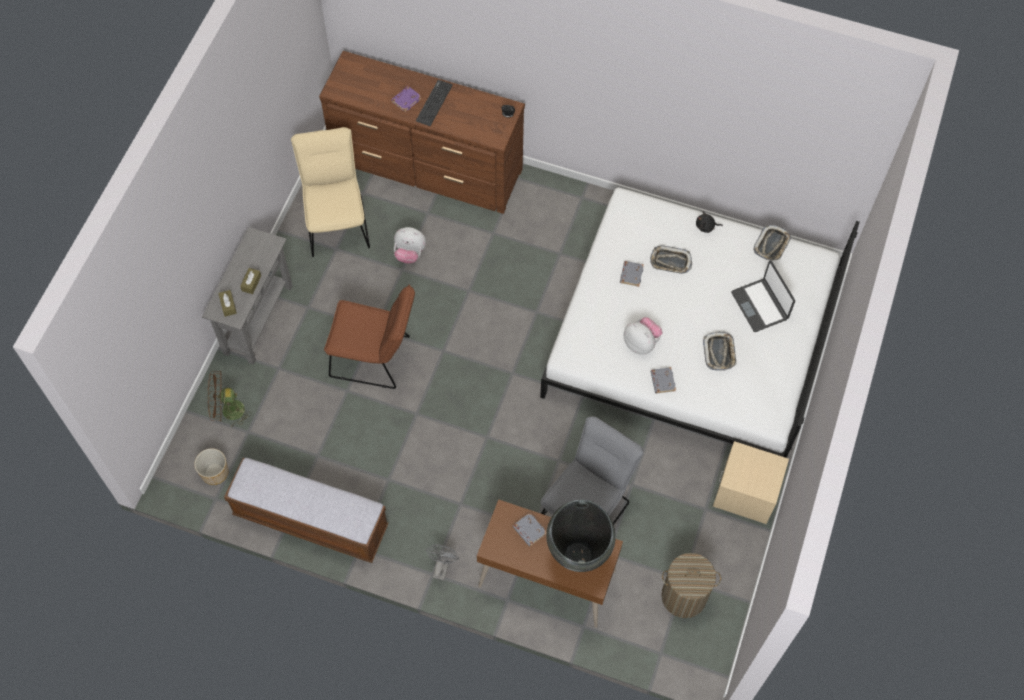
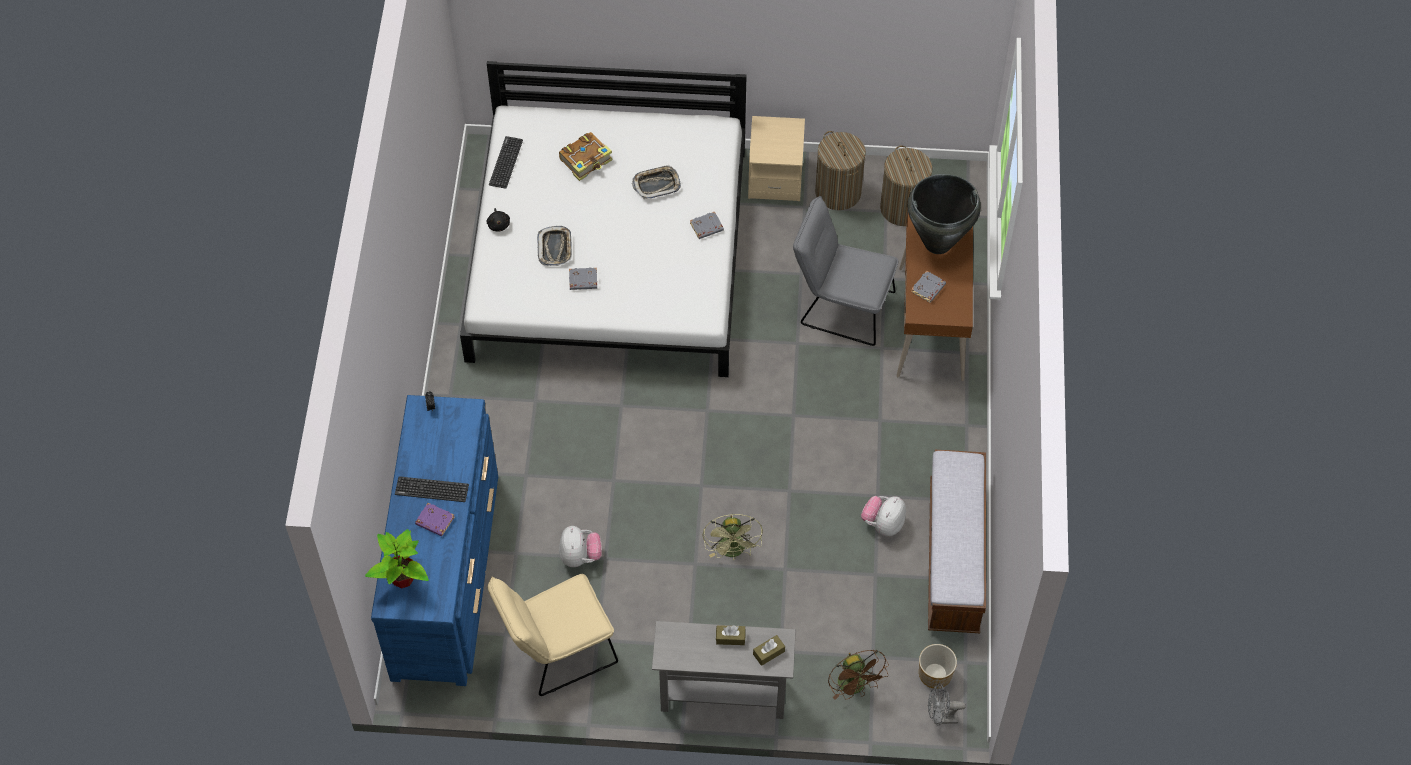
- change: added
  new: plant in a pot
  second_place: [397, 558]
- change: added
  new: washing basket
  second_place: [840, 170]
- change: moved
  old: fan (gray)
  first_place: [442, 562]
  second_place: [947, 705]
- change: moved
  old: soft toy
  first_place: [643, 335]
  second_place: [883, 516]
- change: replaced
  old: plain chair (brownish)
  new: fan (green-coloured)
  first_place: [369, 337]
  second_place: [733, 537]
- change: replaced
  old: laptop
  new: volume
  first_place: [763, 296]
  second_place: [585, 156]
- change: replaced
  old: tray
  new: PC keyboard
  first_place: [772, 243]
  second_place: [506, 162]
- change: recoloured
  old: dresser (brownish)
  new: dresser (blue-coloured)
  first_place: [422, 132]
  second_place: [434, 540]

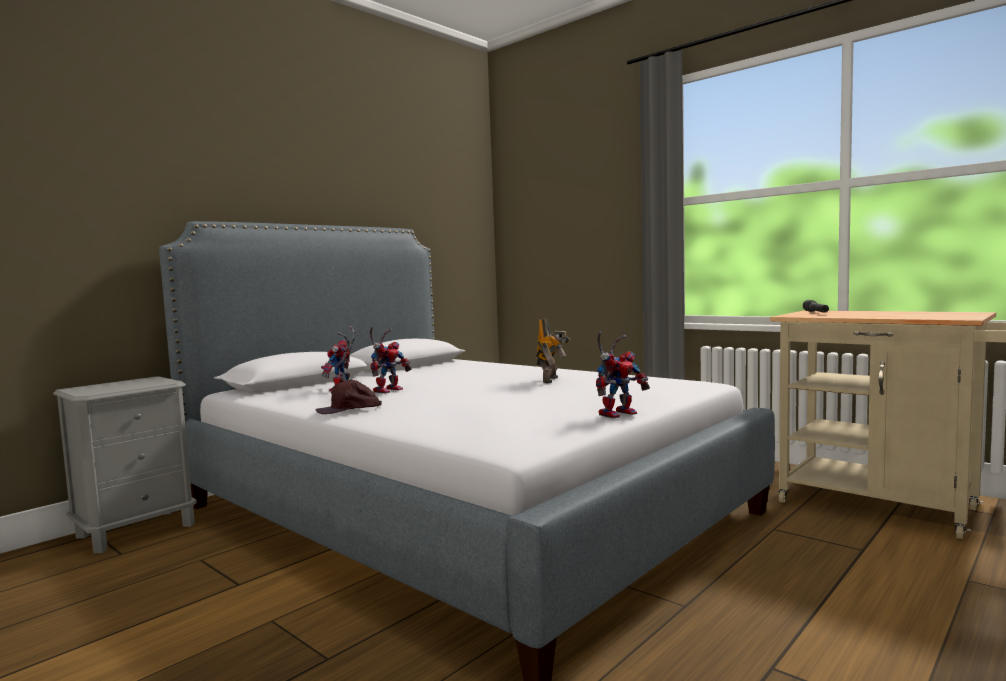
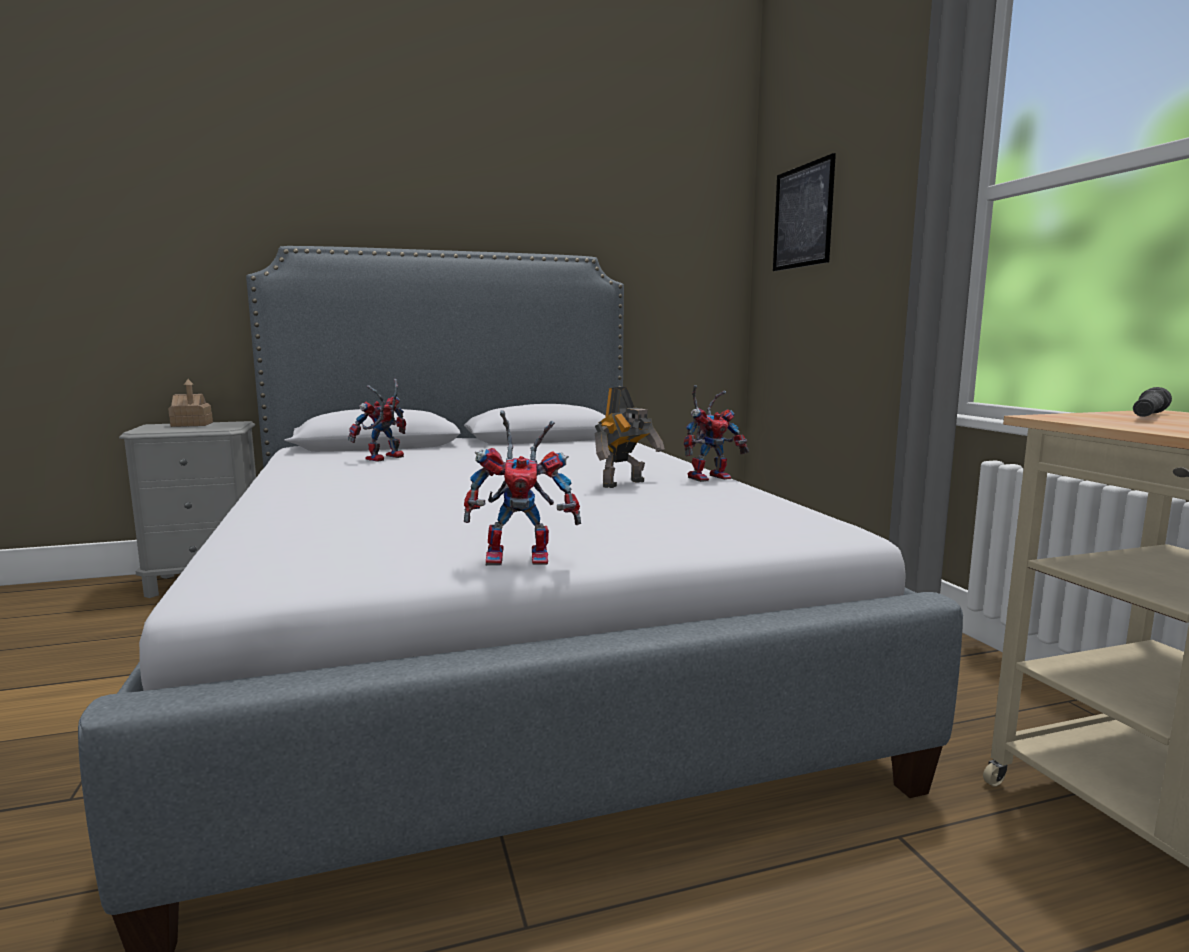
- change: removed
  old: baseball cap (brownish)
  first_place: [348, 396]
- change: added
  new: toy house
  second_place: [190, 403]
- change: added
  new: wall art
  second_place: [804, 212]
- change: moved
  old: model robot
  first_place: [390, 360]
  second_place: [716, 433]

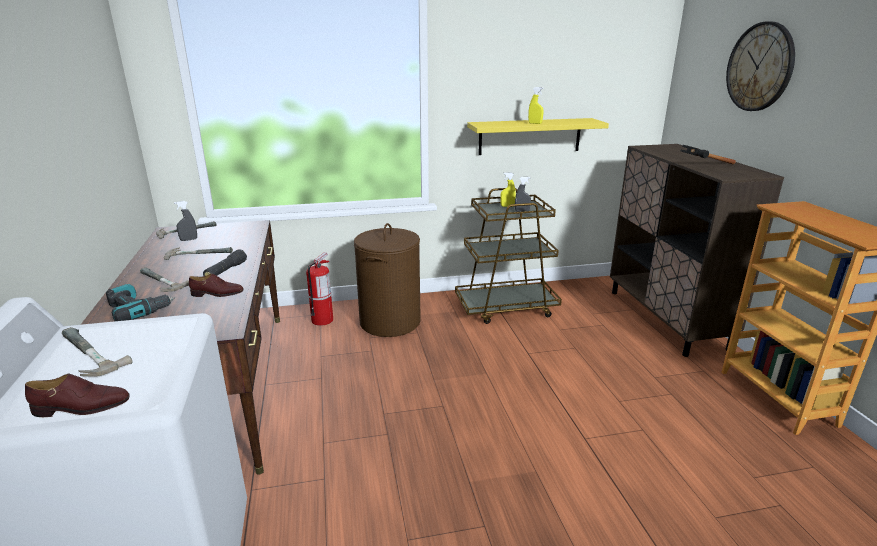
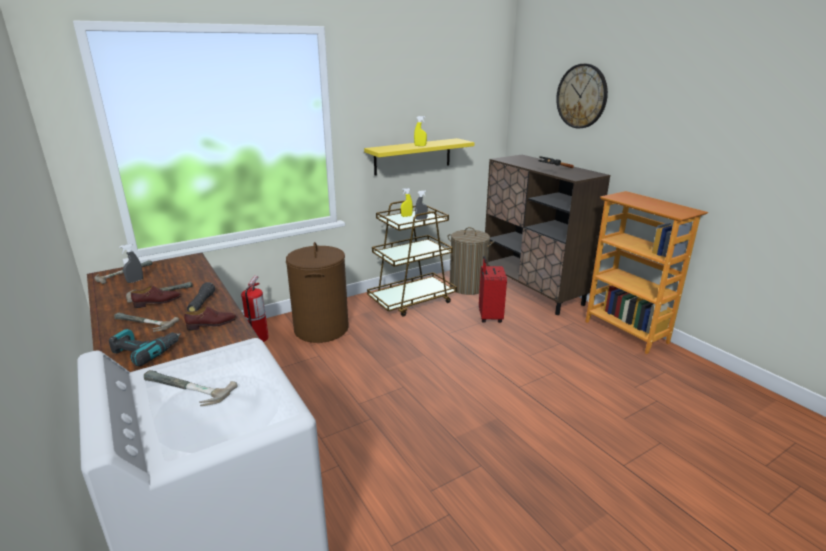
- change: added
  new: washing basket
  second_place: [471, 261]
- change: added
  new: suitcase (reddish)
  second_place: [493, 289]
- change: moved
  old: item of footwear (brownish)
  first_place: [77, 395]
  second_place: [156, 297]

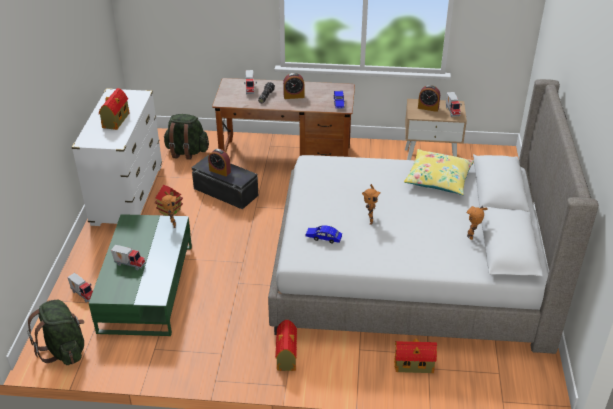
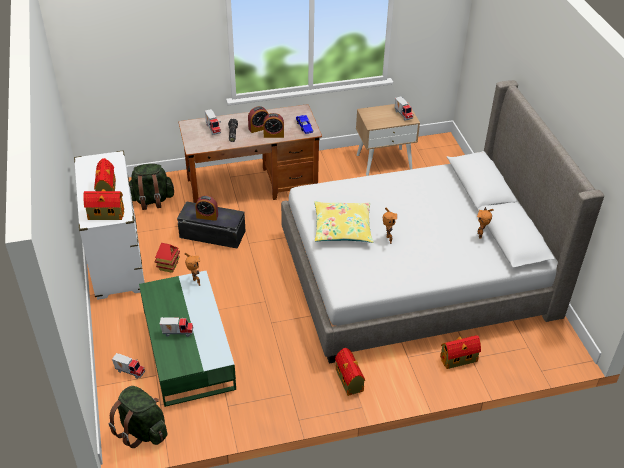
- change: removed
  old: model car (blue-coloured)
  first_place: [323, 234]
- change: added
  new: toy house
  second_place: [103, 204]
- change: moved
  old: pillow (yellowish)
  first_place: [439, 172]
  second_place: [344, 222]
- change: moved
  old: table clock
  first_place: [429, 98]
  second_place: [273, 125]

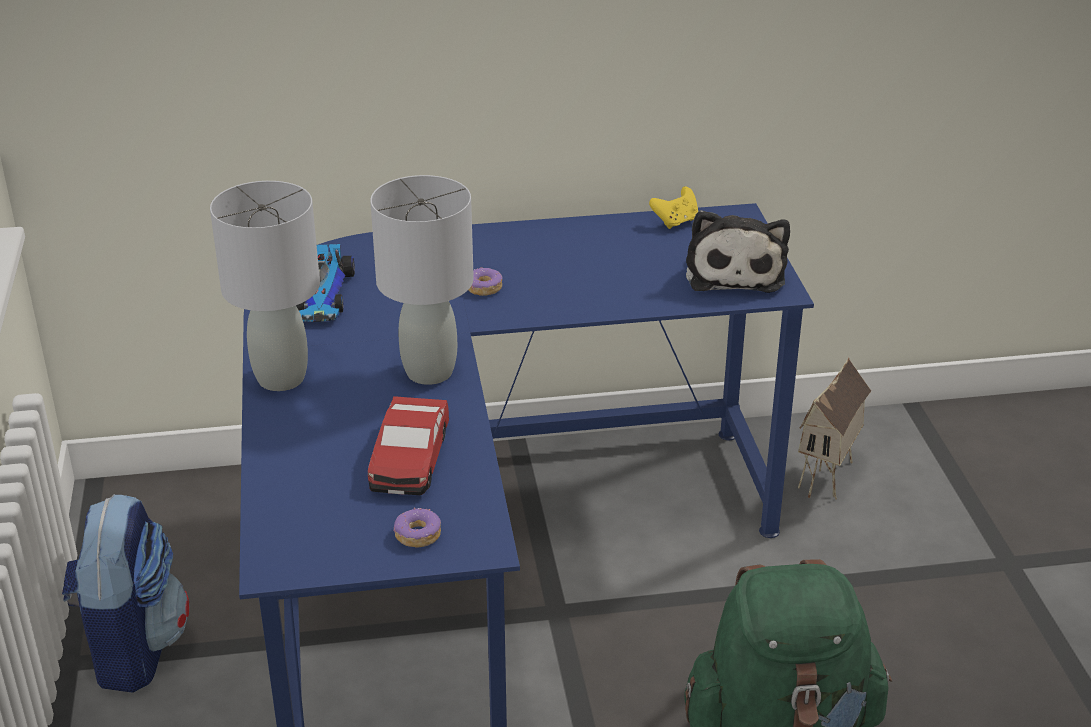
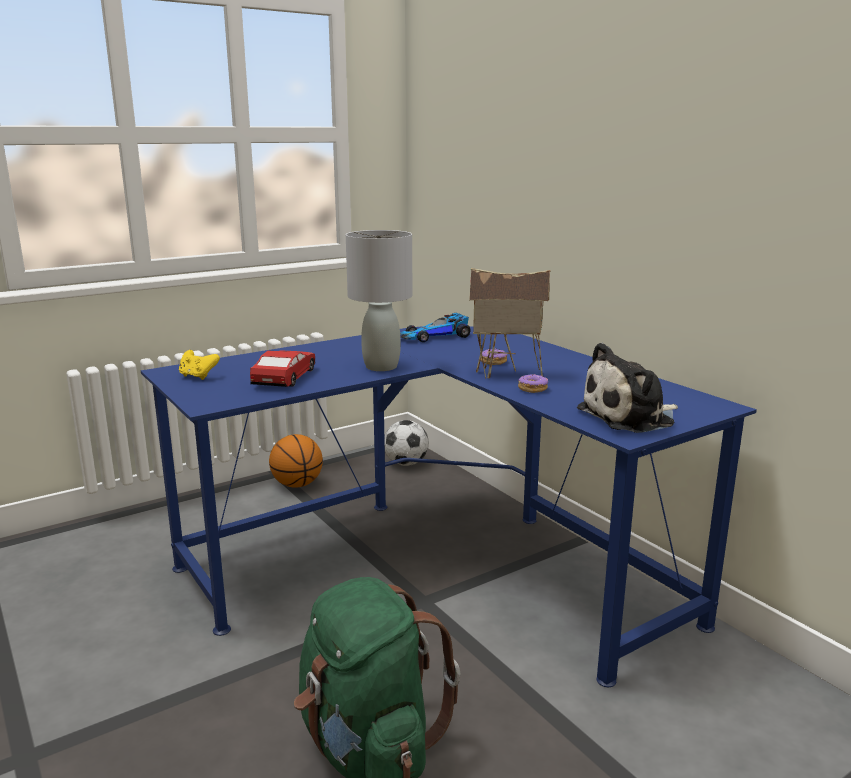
- change: removed
  old: table lamp (gray)
  first_place: [265, 286]
- change: added
  new: football
  second_place: [406, 443]
- change: moved
  old: donut
  first_place: [417, 527]
  second_place: [533, 383]
- change: moved
  old: game controller (yellowish)
  first_place: [673, 208]
  second_place: [199, 365]
- change: moved
  old: toy house
  first_place: [834, 428]
  second_place: [509, 323]
- change: replaced
  old: knapsack
  new: basketball
  first_place: [125, 593]
  second_place: [296, 461]
- change: turned
  old: model car
  first_place: [408, 445]
  second_place: [282, 368]
  degrees: 120

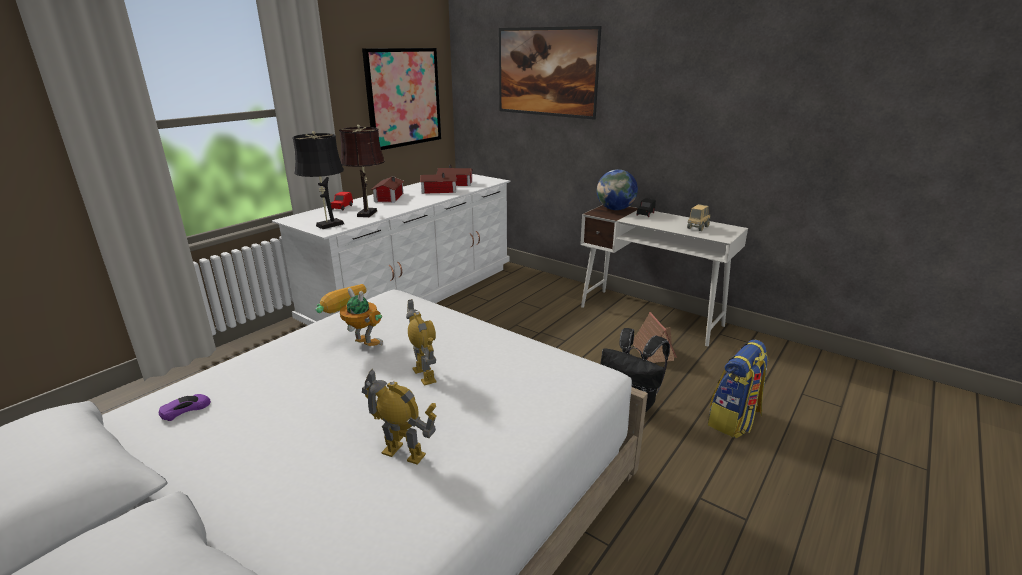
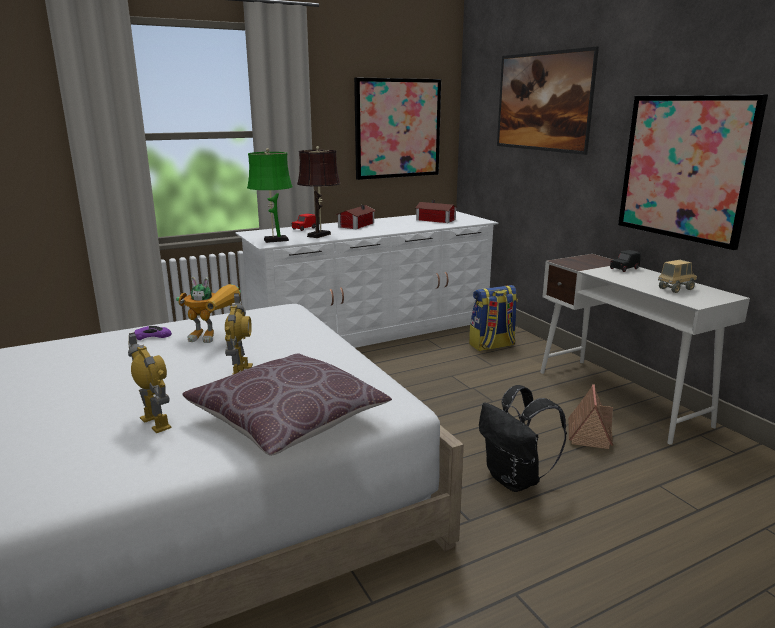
- change: removed
  old: toy house
  first_place: [438, 183]
- change: removed
  old: desk globe
  first_place: [617, 189]
- change: added
  new: pillow (brownish)
  second_place: [287, 405]
- change: added
  new: wall art
  second_place: [693, 172]
- change: moved
  old: model car (purple-coloured)
  first_place: [185, 407]
  second_place: [153, 333]
- change: moved
  old: knapsack
  first_place: [738, 388]
  second_place: [493, 318]
- change: recoloured
  old: table lamp (blackish)
  new: table lamp (green-coloured)
  first_place: [318, 180]
  second_place: [270, 195]
- change: turned
  old: model robot
  first_place: [349, 315]
  second_place: [208, 310]
  degrees: 135

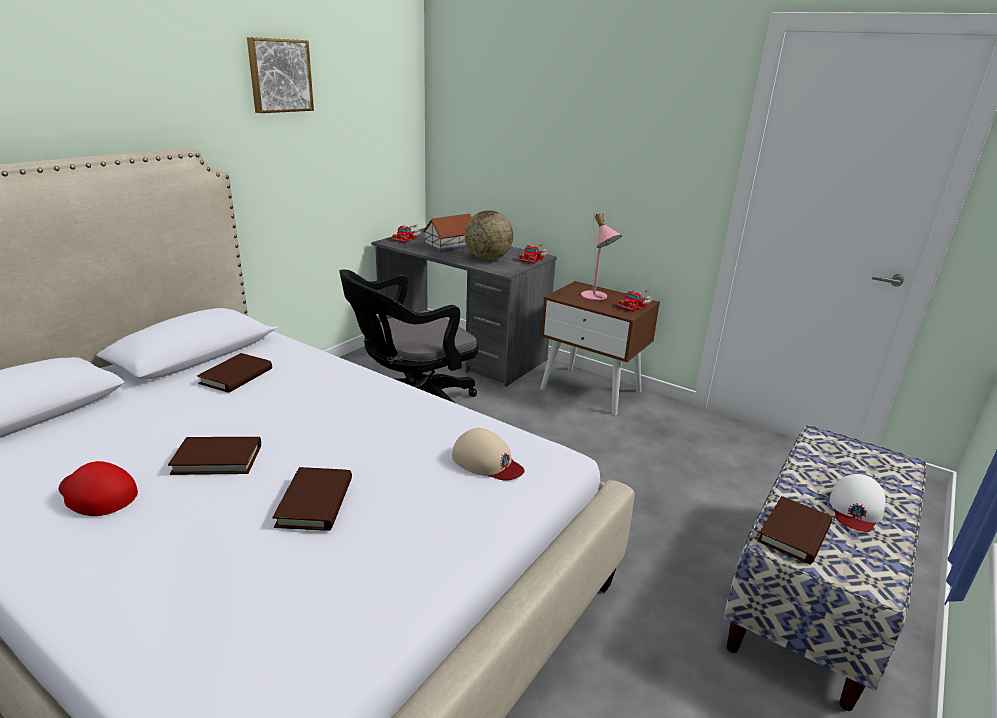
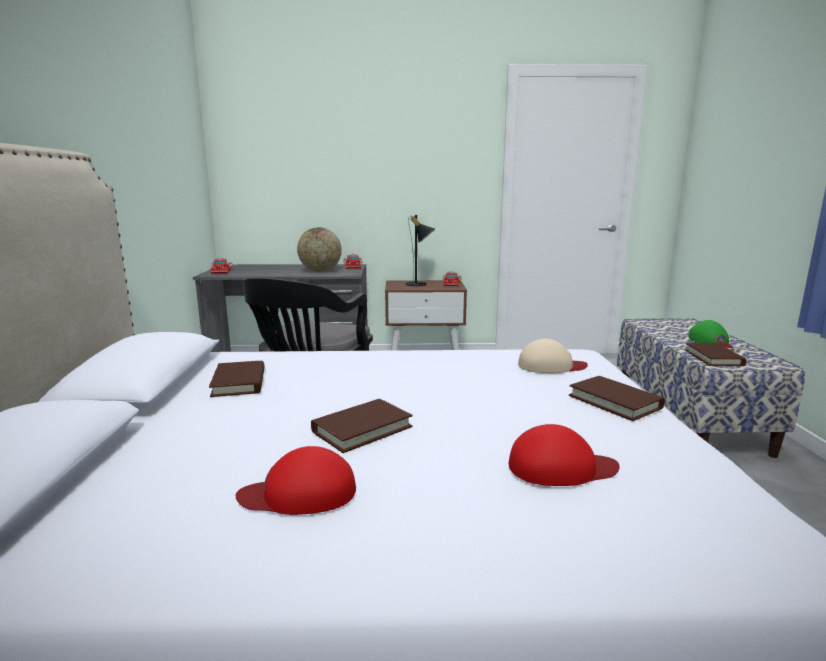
- change: removed
  old: wall art
  first_place: [280, 75]
- change: removed
  old: toy house
  first_place: [447, 233]
- change: added
  new: baseball cap (reddish)
  second_place: [564, 455]
- change: moved
  old: volume (brownish)
  first_place: [312, 499]
  second_place: [617, 398]
- change: recoloured
  old: table lamp (pink)
  new: table lamp (blackish)
  first_place: [601, 256]
  second_place: [420, 250]
- change: recoloured
  old: baseball cap (white)
  new: baseball cap (green-coloured)
  first_place: [858, 503]
  second_place: [710, 334]

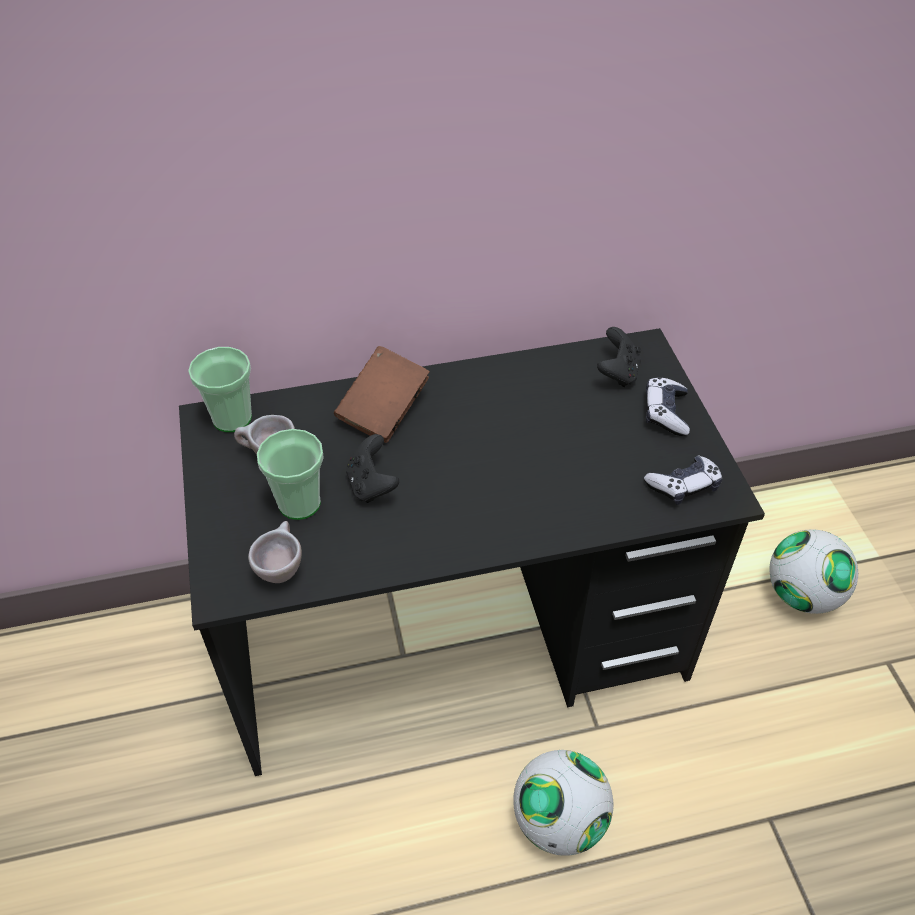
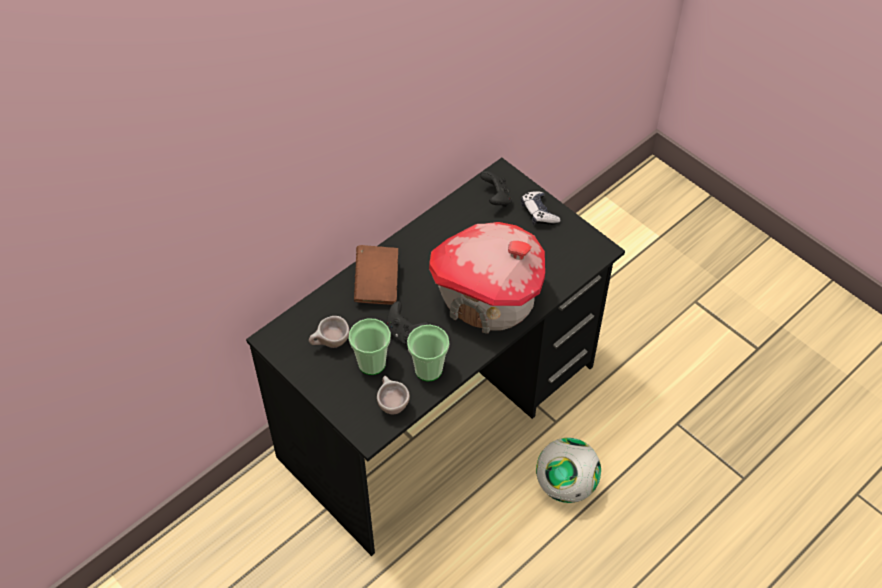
- change: removed
  old: game controller
  first_place: [683, 480]
- change: removed
  old: football
  first_place: [814, 571]
- change: added
  new: toy house
  second_place: [487, 278]
- change: moved
  old: drinking cup
  first_place: [220, 389]
  second_place: [428, 353]

